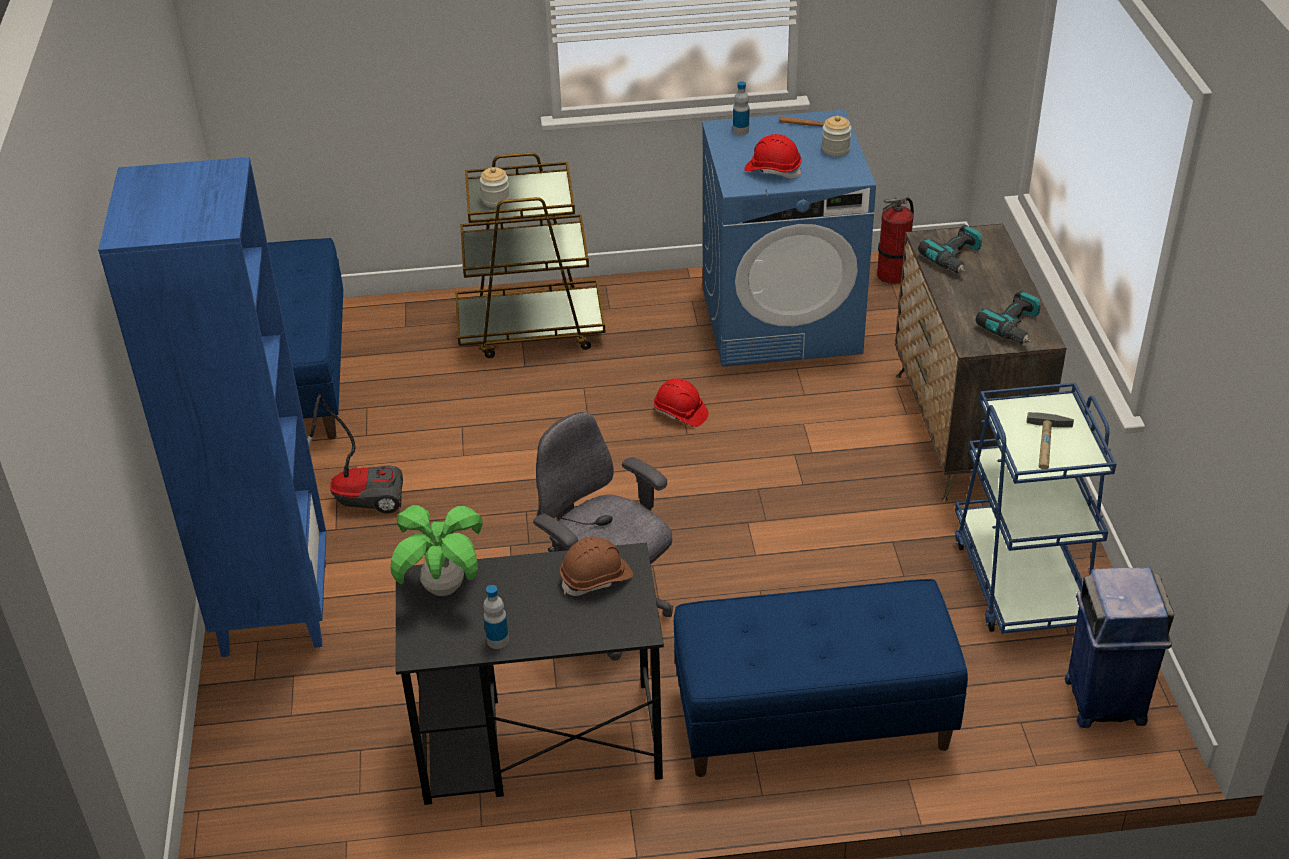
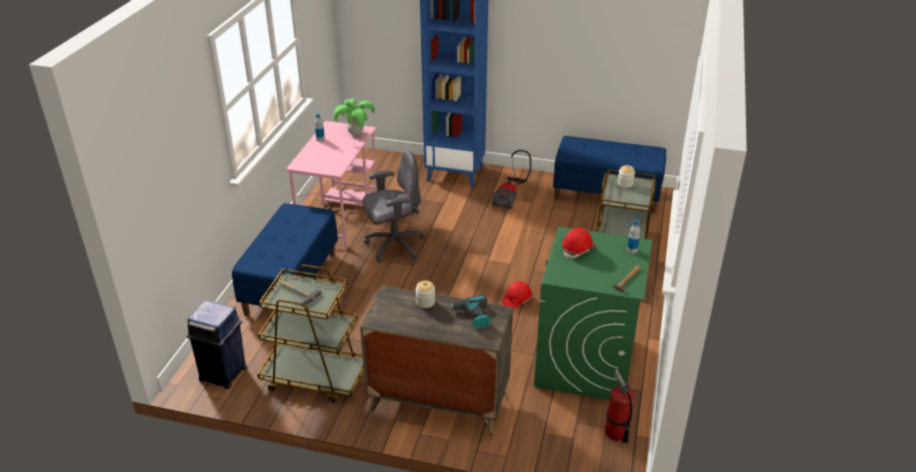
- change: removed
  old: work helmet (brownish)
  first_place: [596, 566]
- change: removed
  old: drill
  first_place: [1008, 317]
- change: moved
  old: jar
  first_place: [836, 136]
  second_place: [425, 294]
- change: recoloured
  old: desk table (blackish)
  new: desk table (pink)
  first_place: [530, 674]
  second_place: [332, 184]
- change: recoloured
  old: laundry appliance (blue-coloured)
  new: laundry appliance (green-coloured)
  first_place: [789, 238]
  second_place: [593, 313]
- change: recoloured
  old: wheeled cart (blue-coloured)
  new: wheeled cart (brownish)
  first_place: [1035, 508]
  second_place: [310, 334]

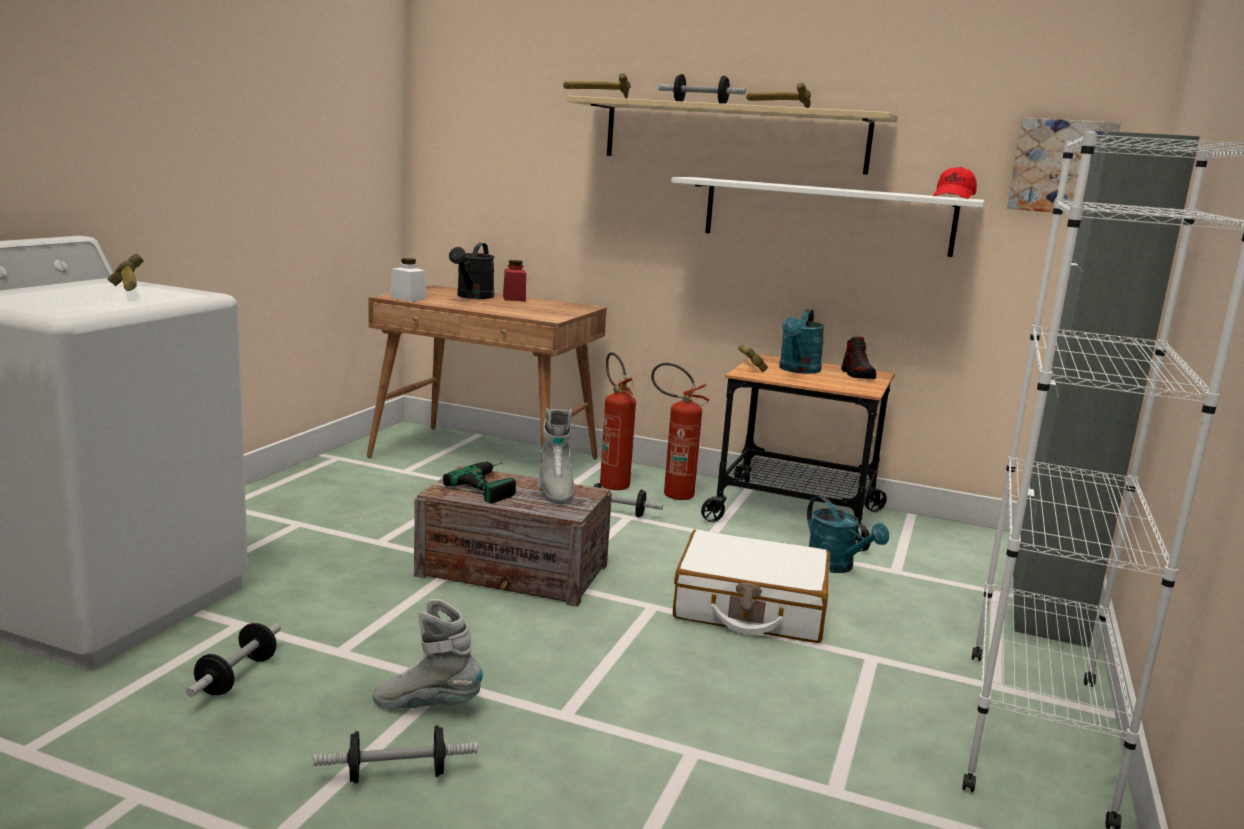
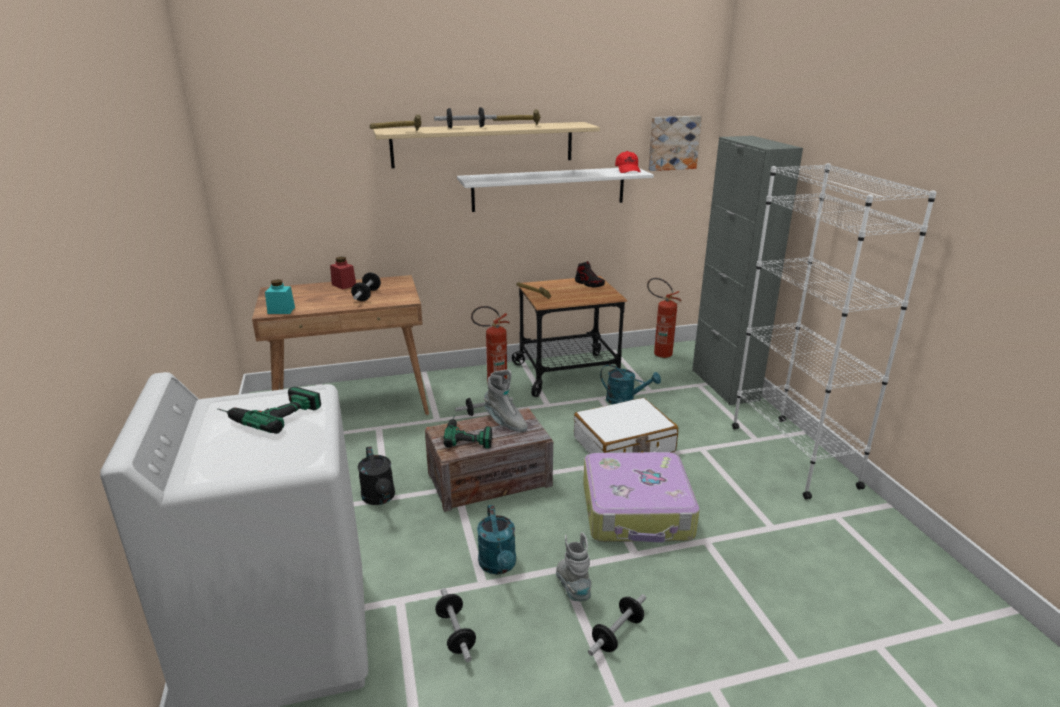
- change: added
  new: free weight
  second_place: [366, 286]
- change: added
  new: suitcase
  second_place: [641, 497]
- change: moved
  old: watering can (blackish)
  first_place: [472, 271]
  second_place: [376, 475]
- change: moved
  old: fire extinguisher
  first_place: [618, 421]
  second_place: [664, 318]
- change: moved
  old: watering can (turquoise)
  first_place: [802, 341]
  second_place: [496, 539]
- change: replaced
  old: tool hammer
  new: drill
  first_place: [126, 272]
  second_place: [269, 410]
- change: recoloured
  old: jar (white)
  new: jar (turquoise)
  first_place: [408, 280]
  second_place: [280, 296]
- change: turned
  old: boot (gray)
  first_place: [427, 654]
  second_place: [573, 566]
  degrees: 105

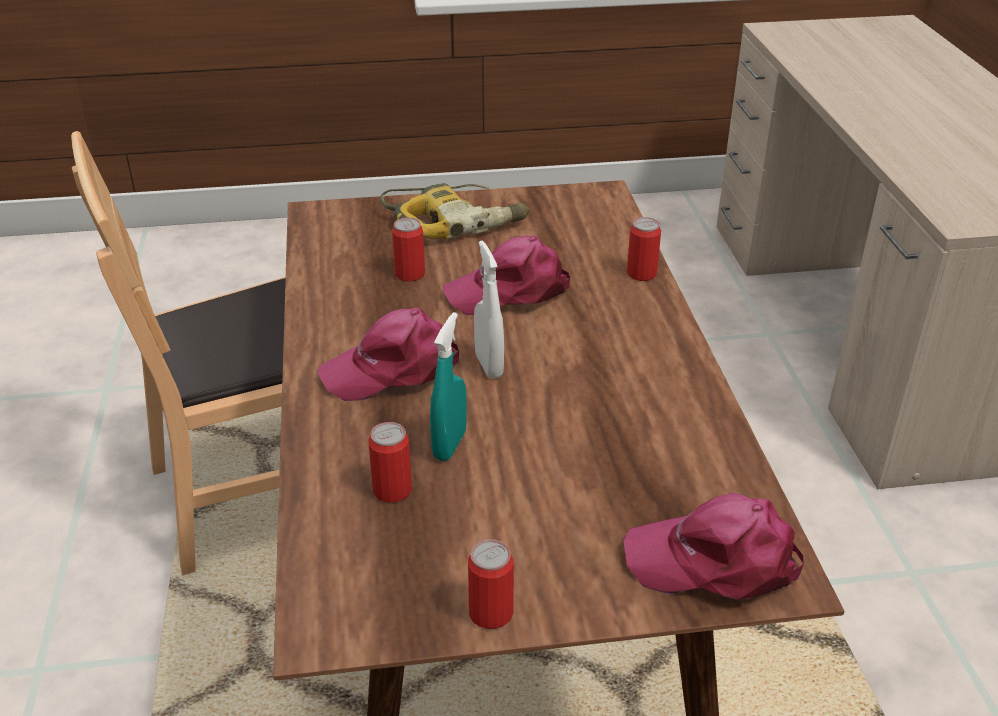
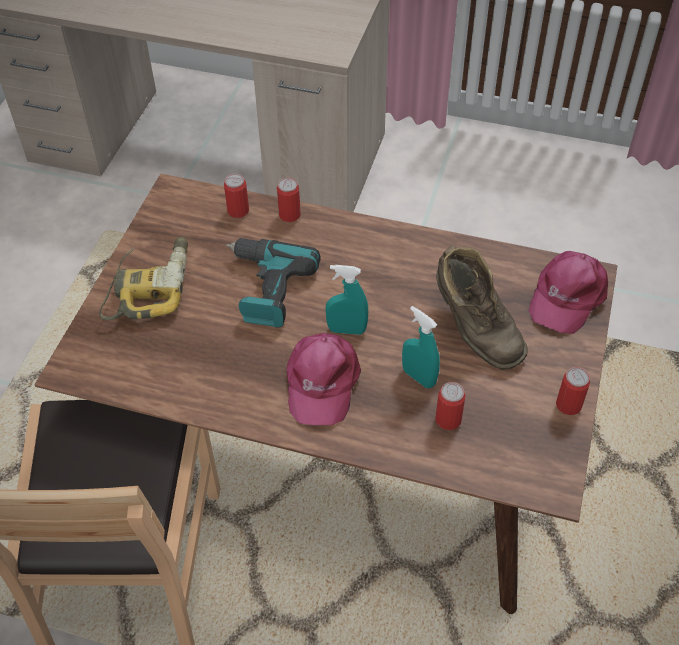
- change: added
  new: boot (brownish)
  second_place: [482, 307]
- change: moved
  old: sealed can
  first_place: [408, 249]
  second_place: [236, 196]
- change: replaced
  old: baseball cap (pink)
  new: drill
  first_place: [506, 275]
  second_place: [273, 282]
- change: recoloured
  old: sprayer (white)
  new: sprayer (turquoise)
  first_place: [489, 310]
  second_place: [346, 300]

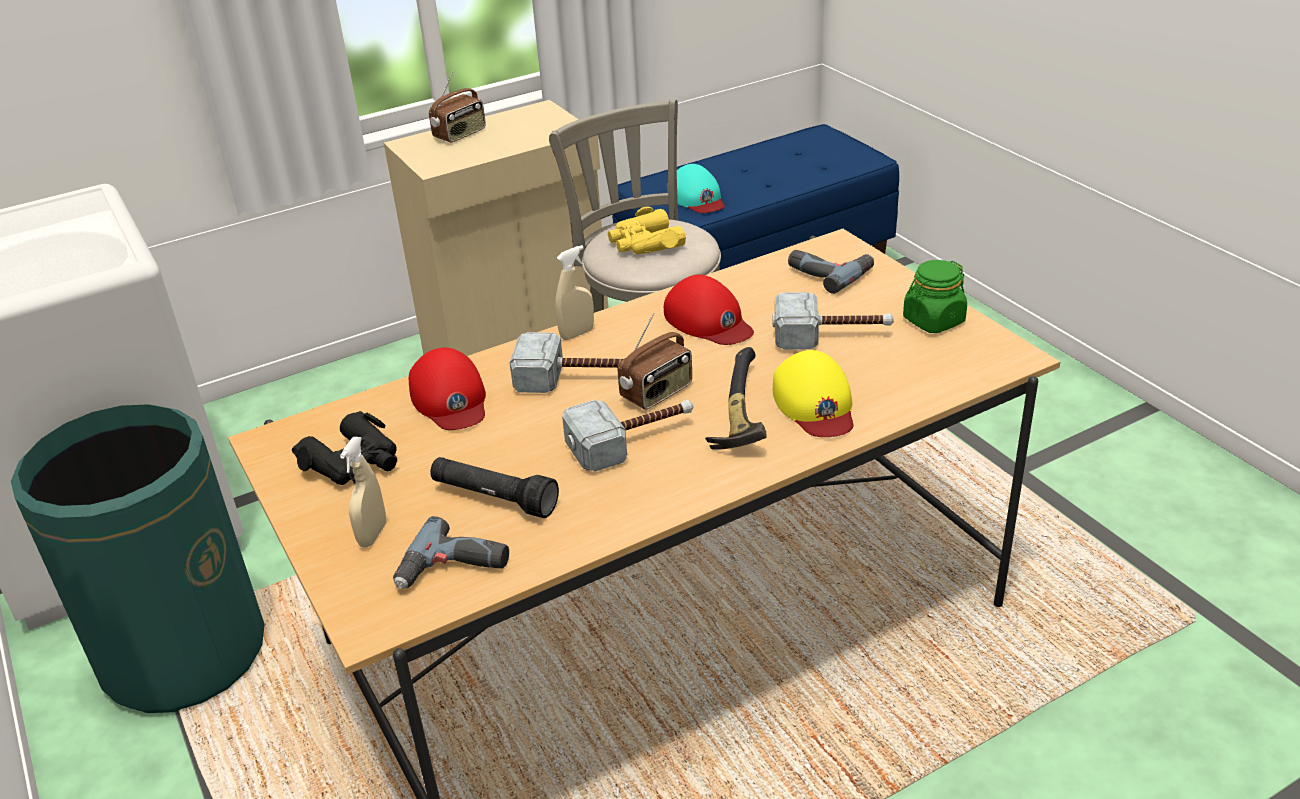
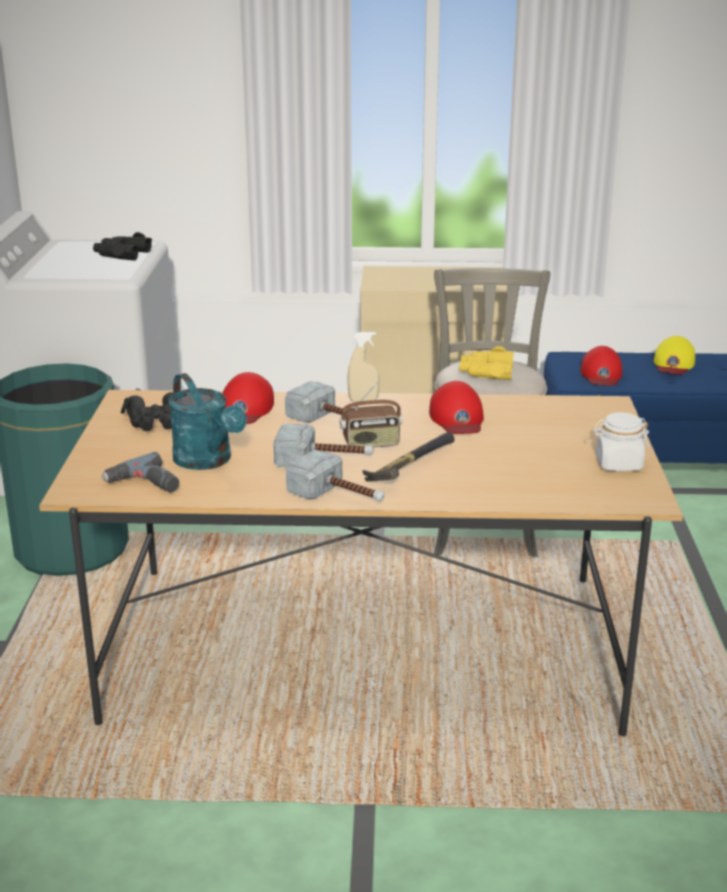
- change: removed
  old: sprayer (beige)
  first_place: [363, 492]
- change: removed
  old: radio set
  first_place: [457, 107]
- change: removed
  old: drill
  first_place: [831, 272]
- change: added
  new: pair of binoculars (blackish)
  second_place: [122, 246]
- change: moved
  old: tool hammer
  first_place: [833, 321]
  second_place: [335, 475]
- change: moved
  old: baseball cap (yellowish)
  first_place: [813, 393]
  second_place: [674, 355]
- change: replaced
  old: hand torch (blackish)
  new: watering can (turquoise)
  first_place: [494, 487]
  second_place: [208, 421]
- change: recoloured
  old: baseball cap (turquoise)
  new: baseball cap (reddish)
  first_place: [701, 188]
  second_place: [601, 365]
- change: recoloured
  old: jar (green-coloured)
  new: jar (white)
  first_place: [935, 296]
  second_place: [621, 441]

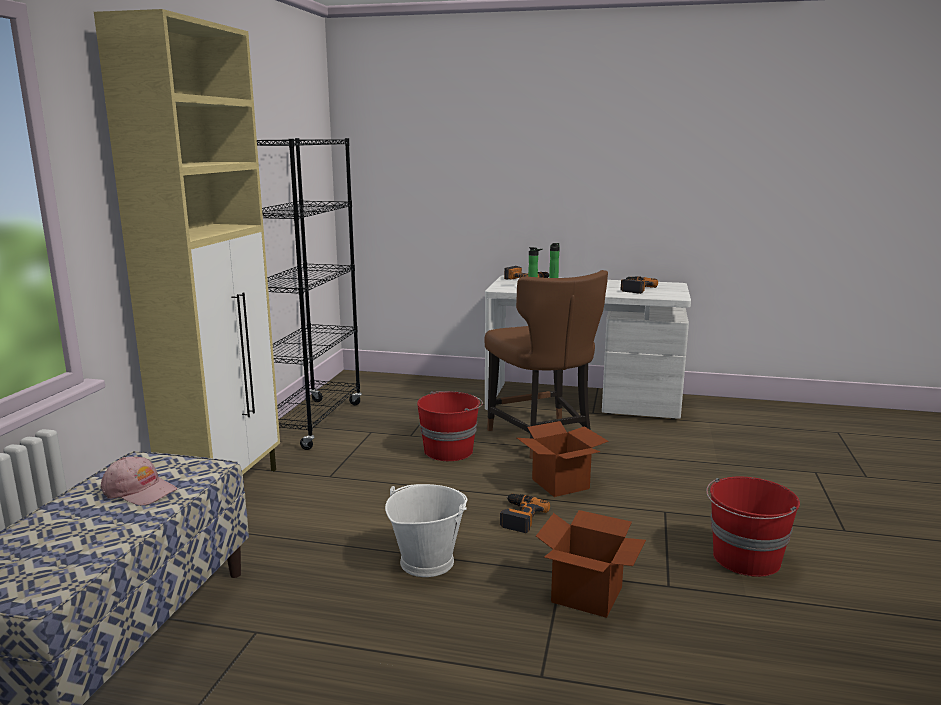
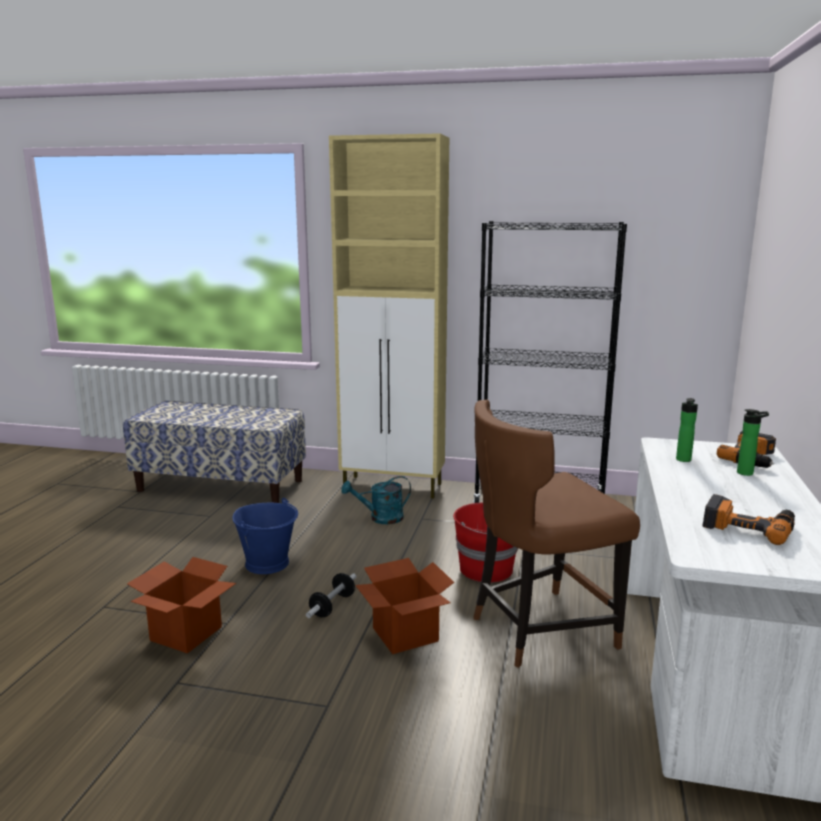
- change: removed
  old: baseball cap (pink)
  first_place: [139, 481]
- change: removed
  old: bucket (reddish)
  first_place: [753, 526]
- change: added
  new: watering can (turquoise)
  second_place: [376, 500]
- change: replaced
  old: drill
  new: free weight
  first_place: [525, 513]
  second_place: [331, 595]
- change: recoloured
  old: bucket (white)
  new: bucket (blue-coloured)
  first_place: [426, 530]
  second_place: [265, 536]

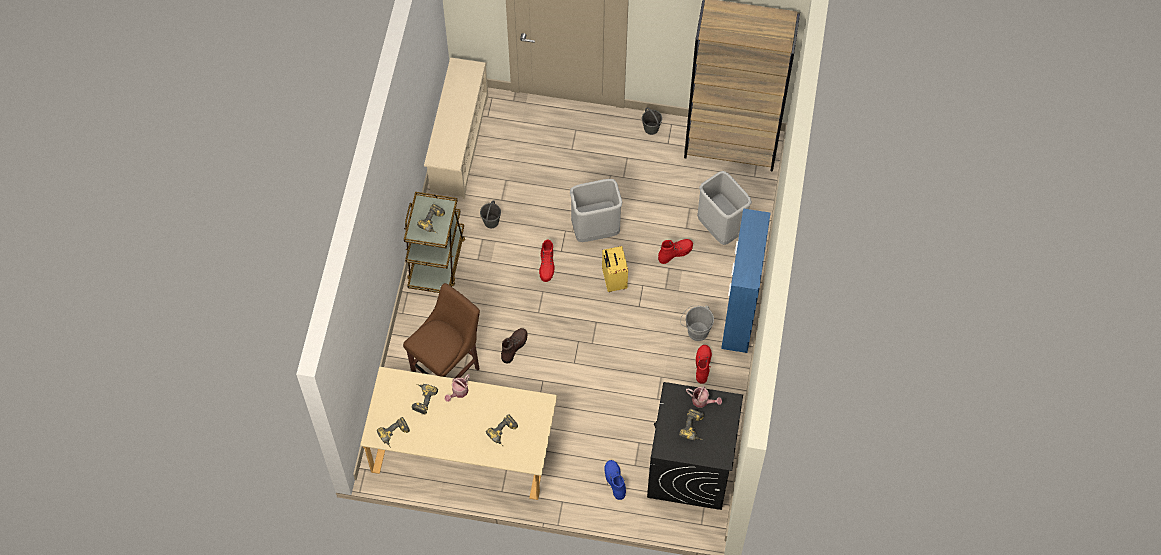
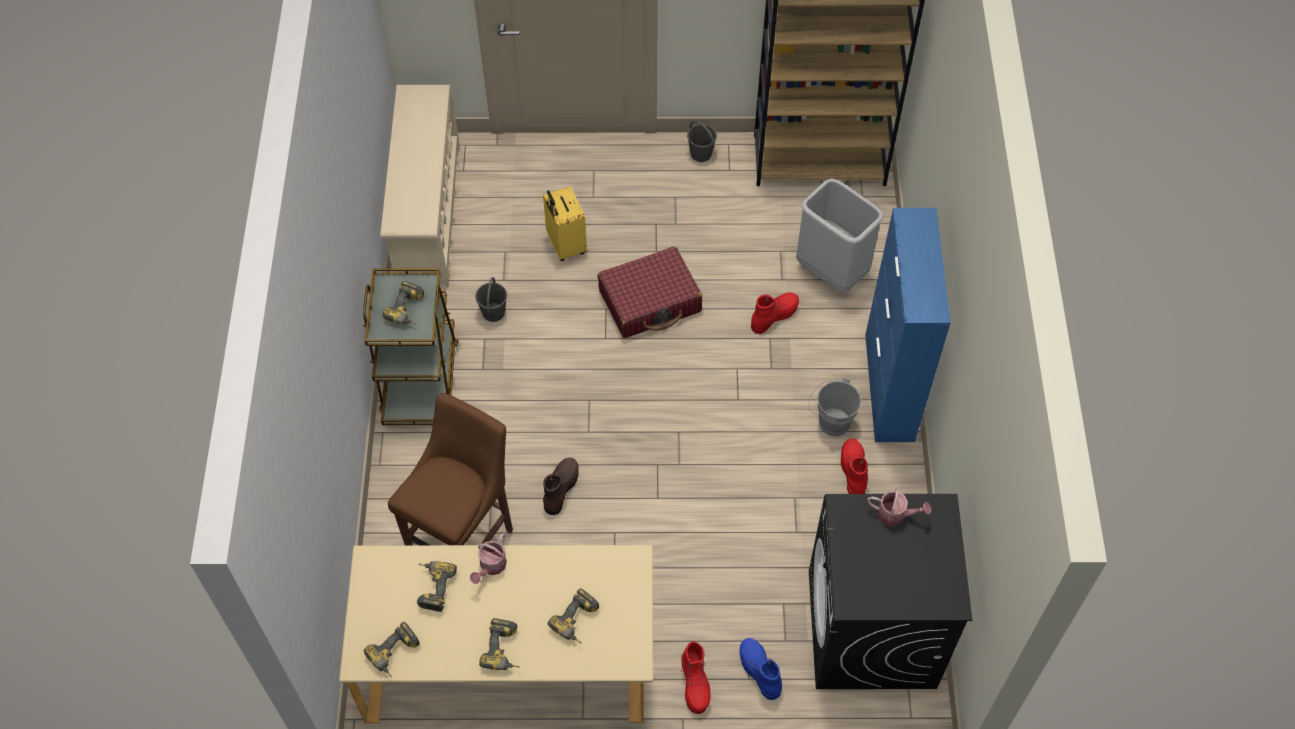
- change: moved
  old: boot (reddish)
  first_place: [546, 260]
  second_place: [696, 677]
- change: moved
  old: suitcase (yellowish)
  first_place: [615, 269]
  second_place: [565, 223]
- change: moved
  old: drill
  first_place: [691, 424]
  second_place: [499, 644]
- change: replaced
  old: trash can (gray)
  new: suitcase (reddish)
  first_place: [596, 210]
  second_place: [650, 292]

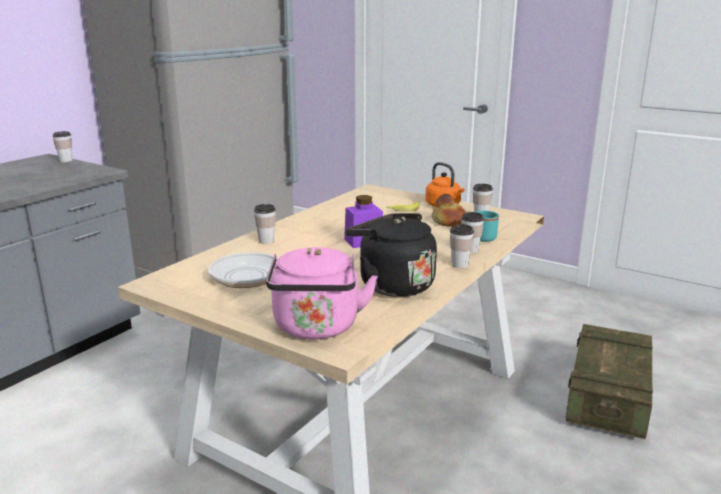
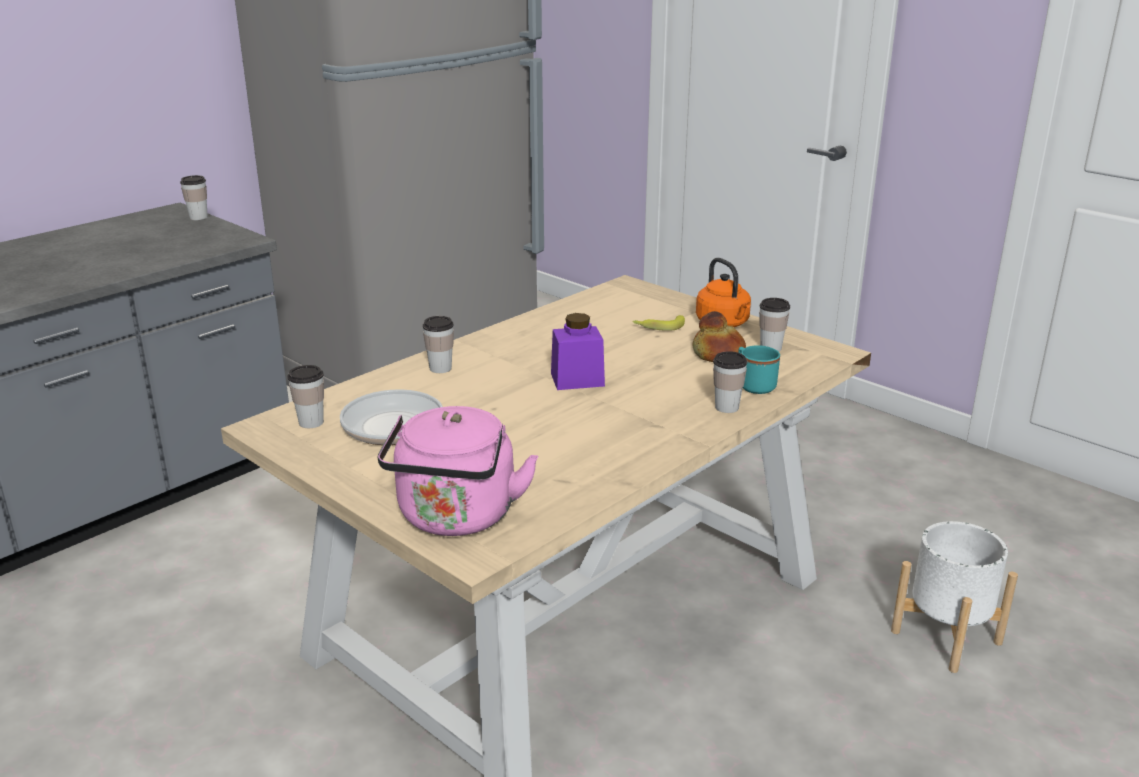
- change: removed
  old: water kettle (blackish)
  first_place: [391, 255]
- change: moved
  old: drinking cup
  first_place: [462, 246]
  second_place: [305, 396]
- change: replaced
  old: shipping crate
  new: planter (white)
  first_place: [609, 381]
  second_place: [954, 597]

